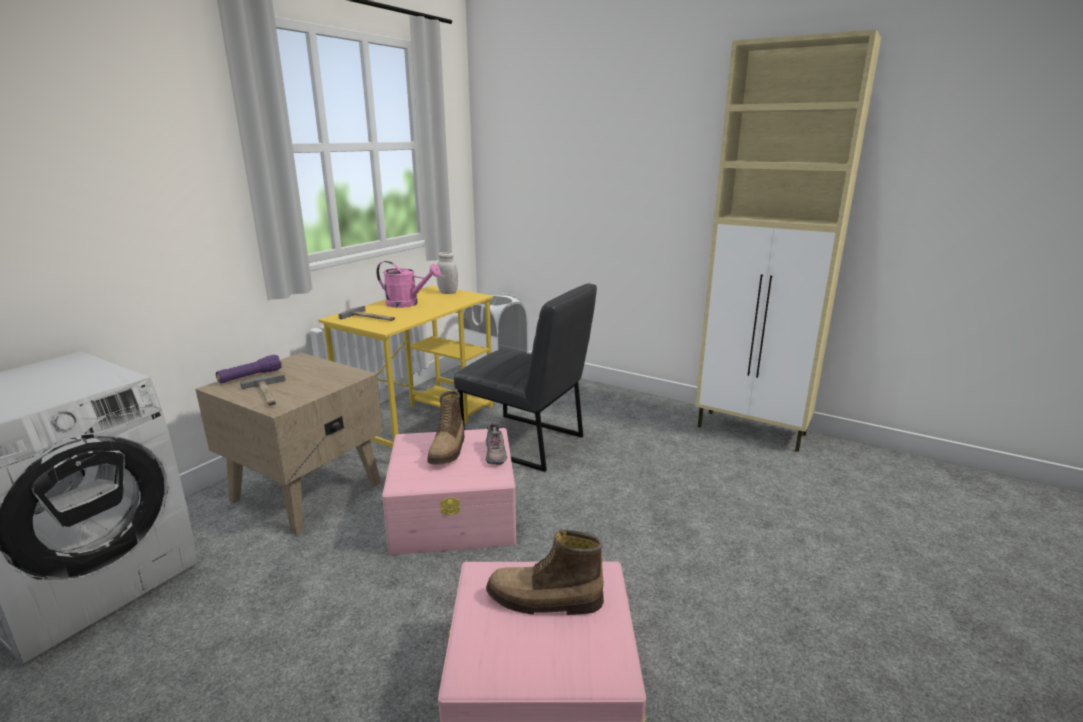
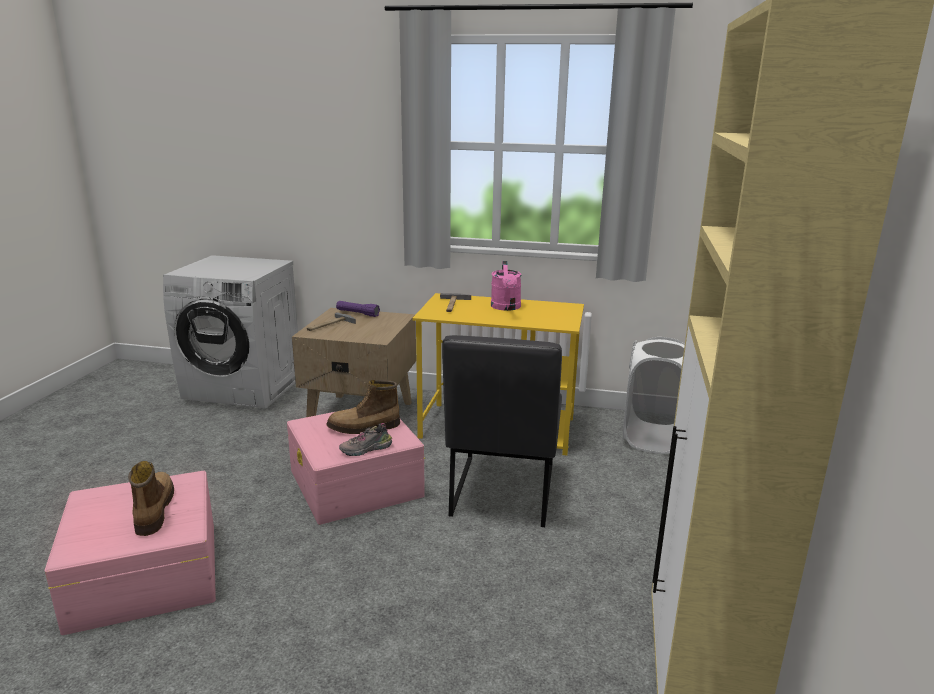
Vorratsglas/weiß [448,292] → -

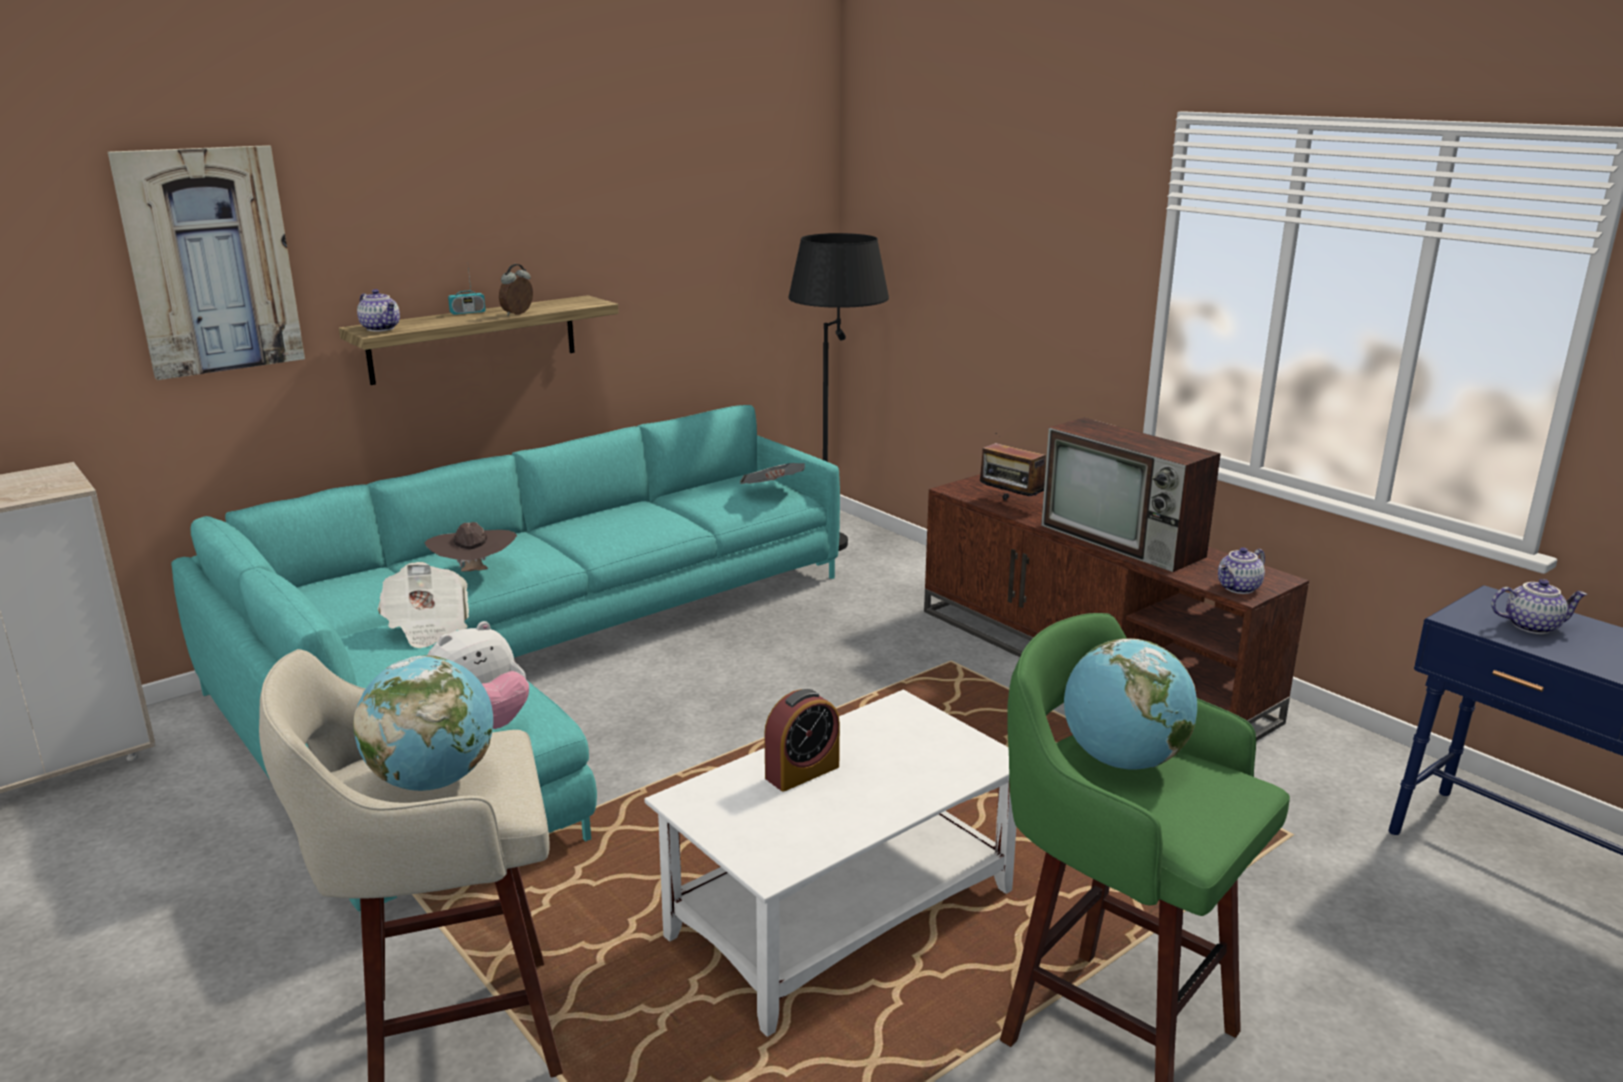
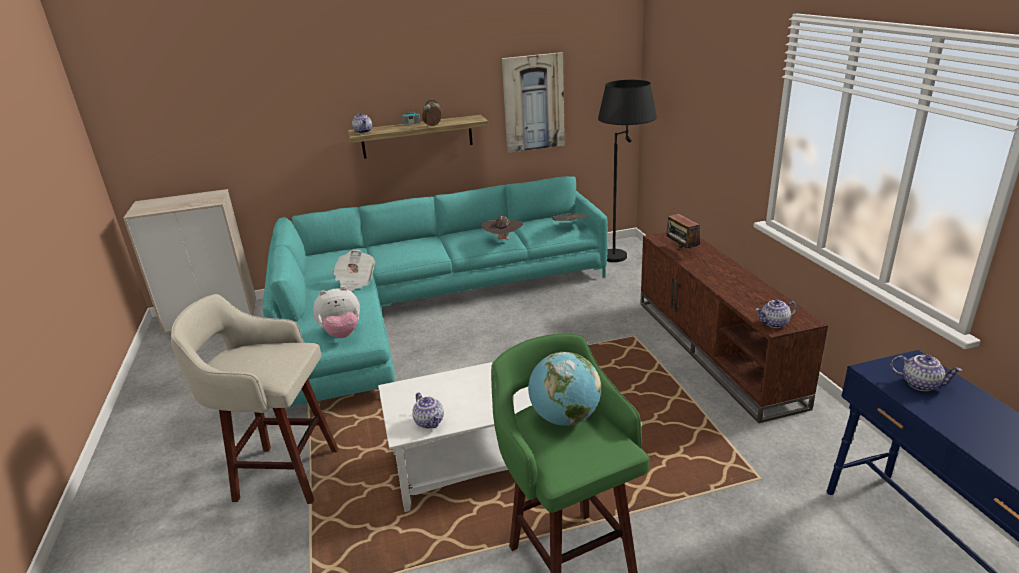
- → Teekanne [430,422]
Hut/braun [474,573] → Hut/braun [503,240], moved
Bild [211,261] → Bild [533,103], moved
Globus [433,780] → -
Wecker [802,772] → -
Fernseher [1124,541] → -

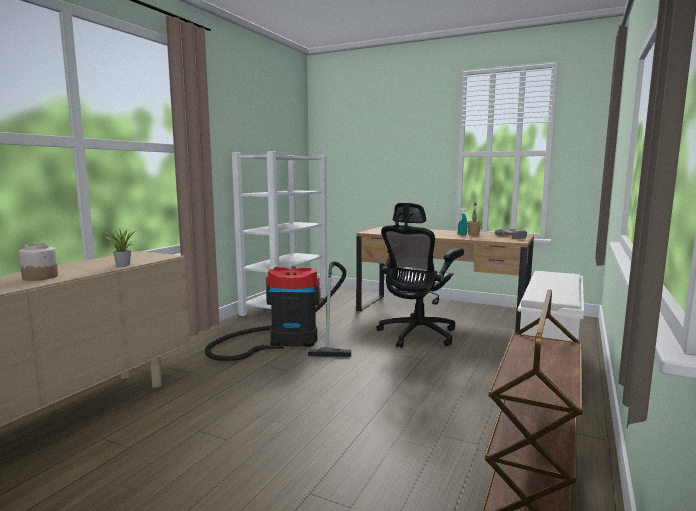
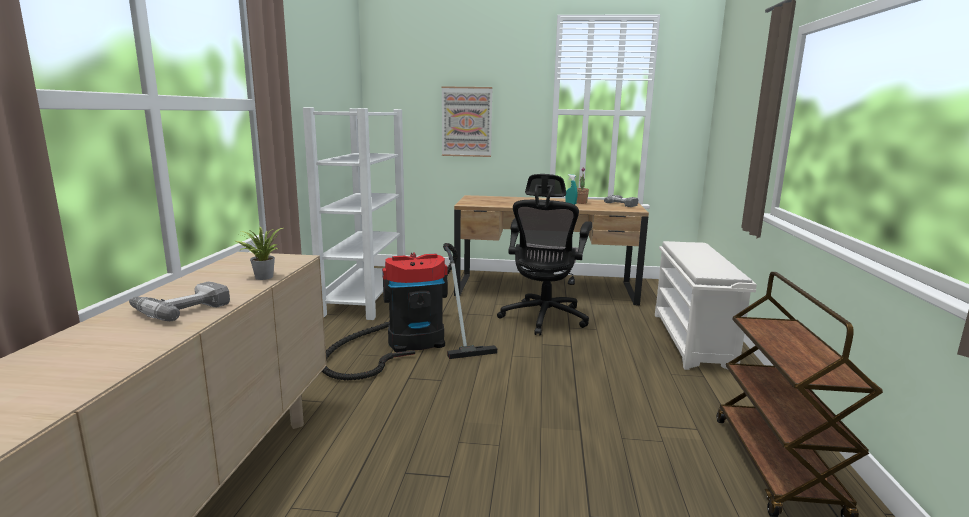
Vorratsglas [40,277] → Bohrmaschine [180,308]
- → Bild [466,122]

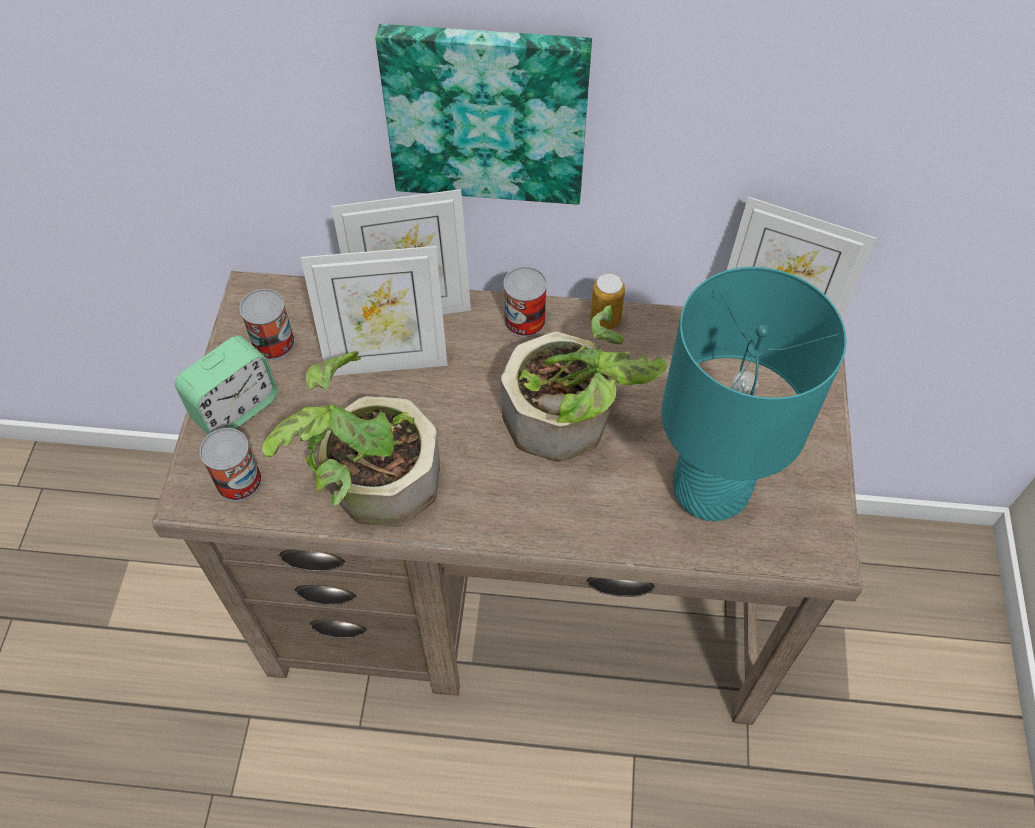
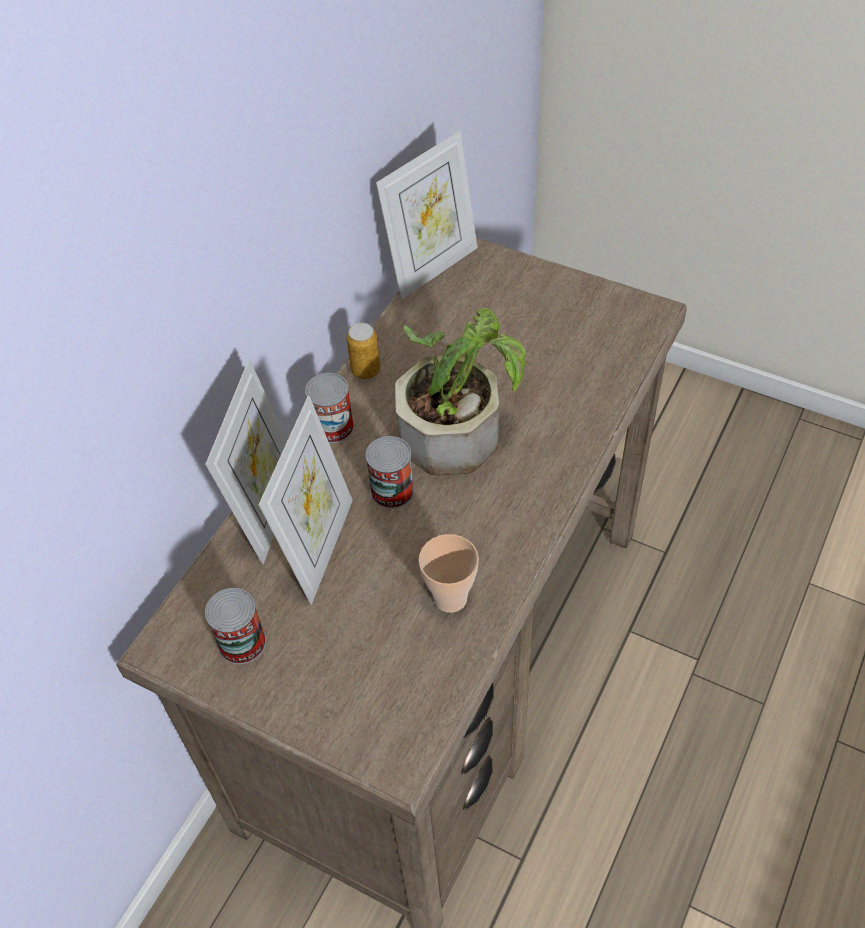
Dose [238,480] → Dose [392,490], moved
Topfpflanze [368,479] → Tasse [450,598]
Wecker [236,409] → -
Bild [487,112] → -
Tischlampe/türkis [710,494] → -

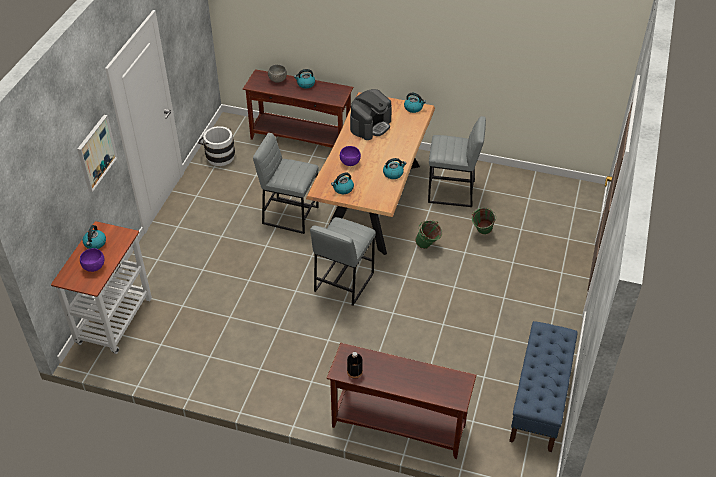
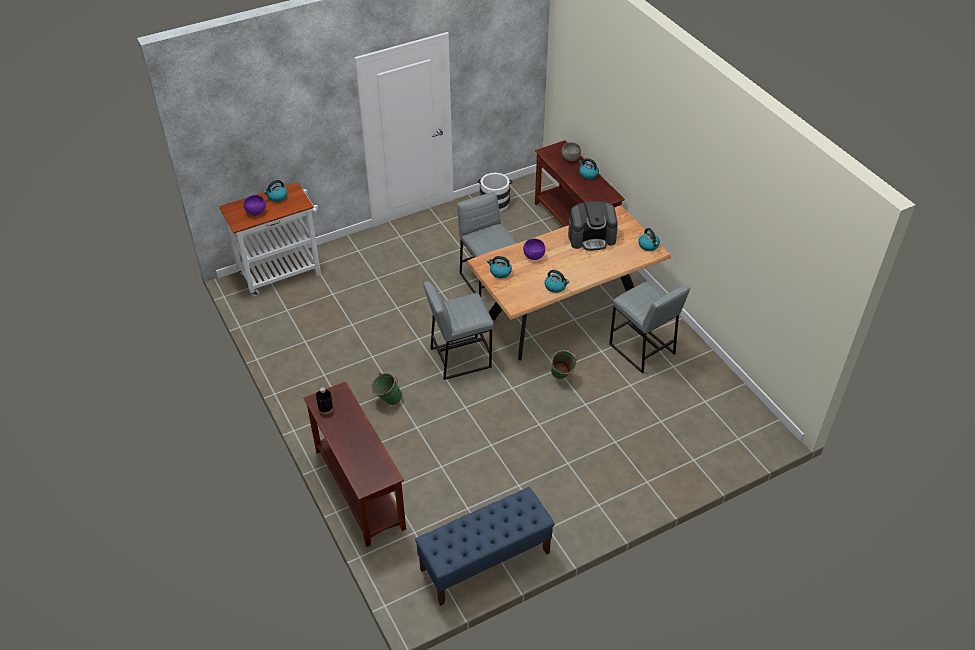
Eimer/grün [481,233] → Eimer/grün [387,401], moved
Bild [96,152] → -

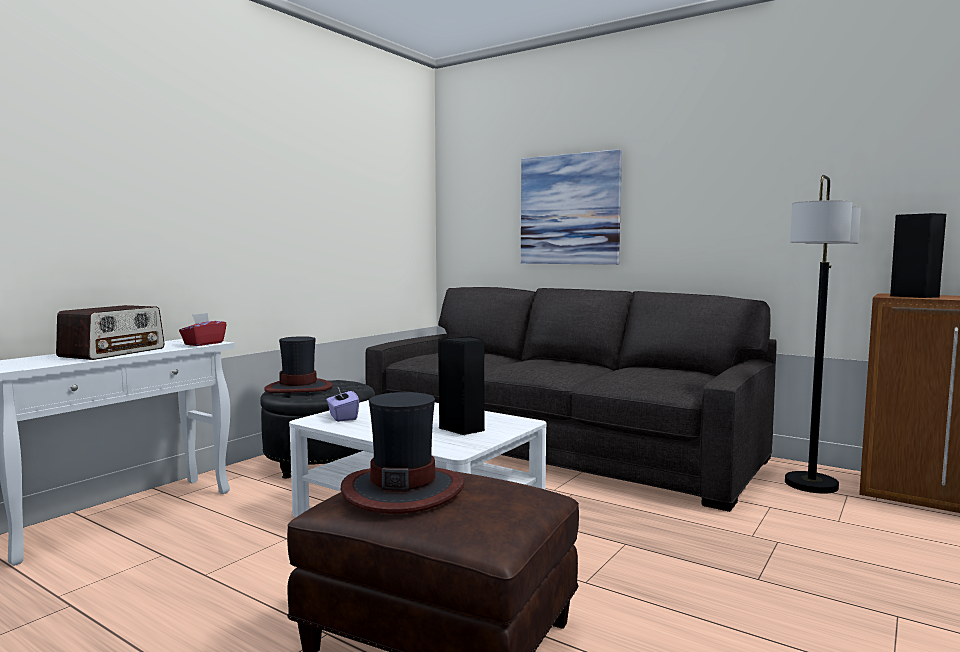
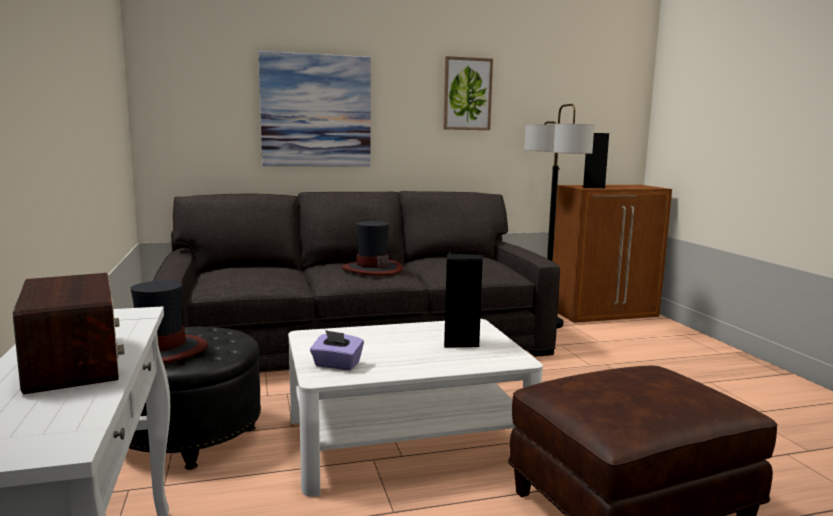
Hut [403,489] → Hut [372,269], moved
- → Bild [467,94]
Taschentuchbox/rot [203,343] → -

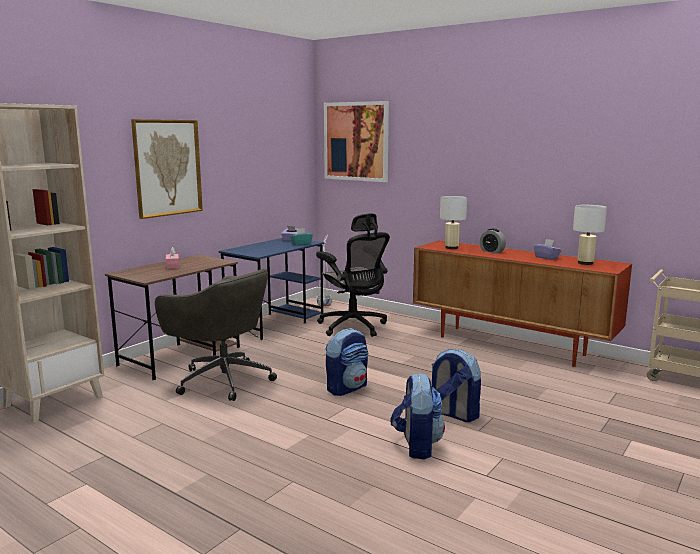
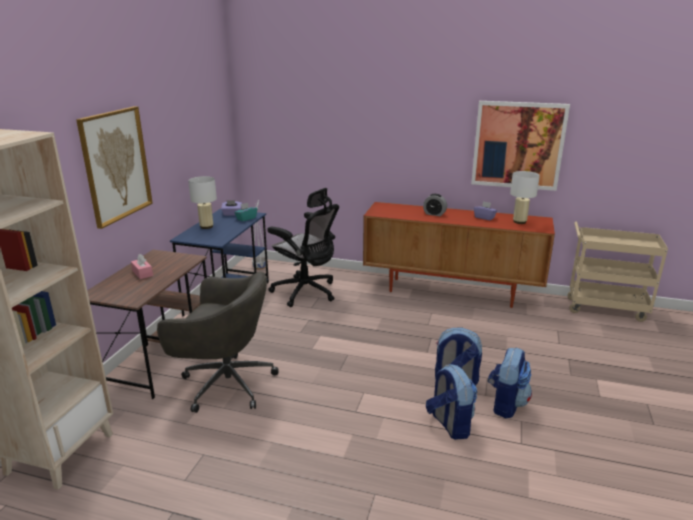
Tischlampe/weiß [452,248] → Tischlampe/weiß [207,226], moved
Bild [356,141] → Bild [518,145], moved
Rucksack [347,388] → Rucksack [506,404], moved

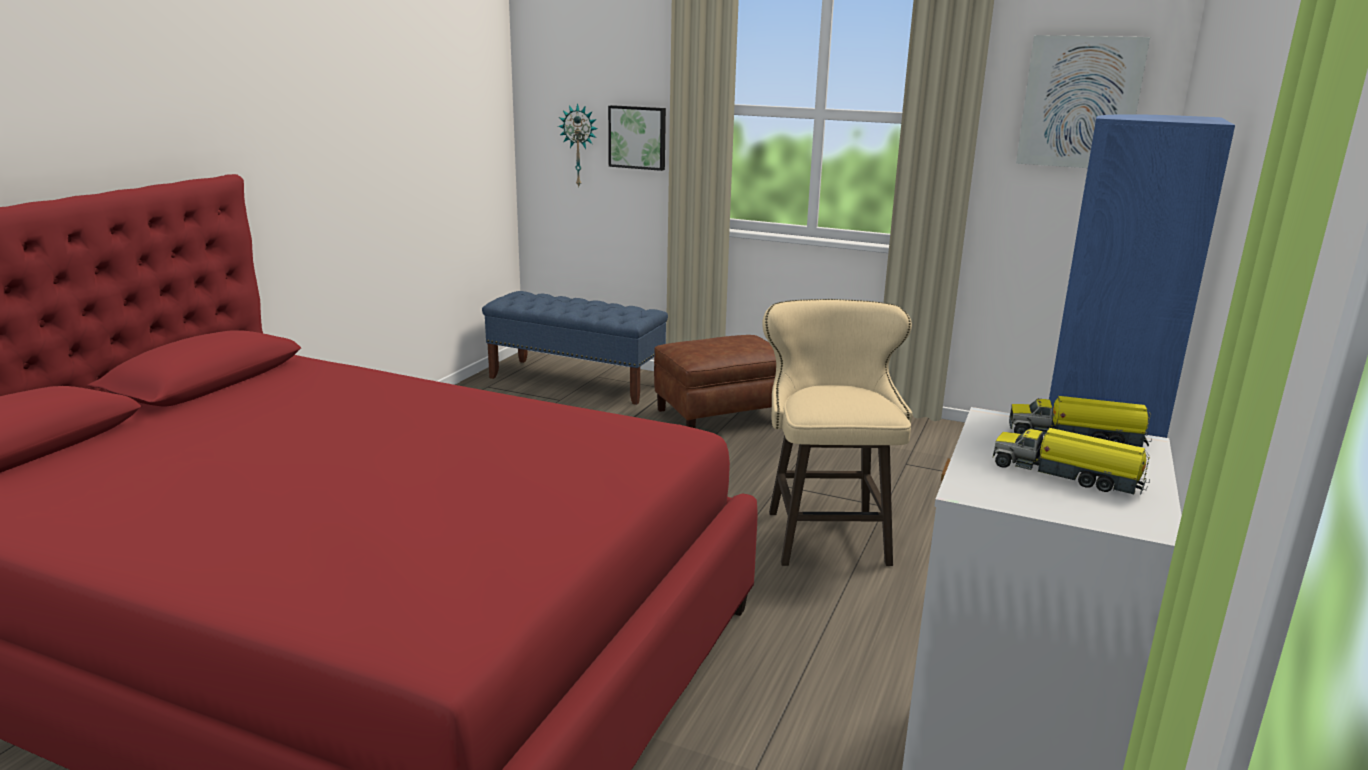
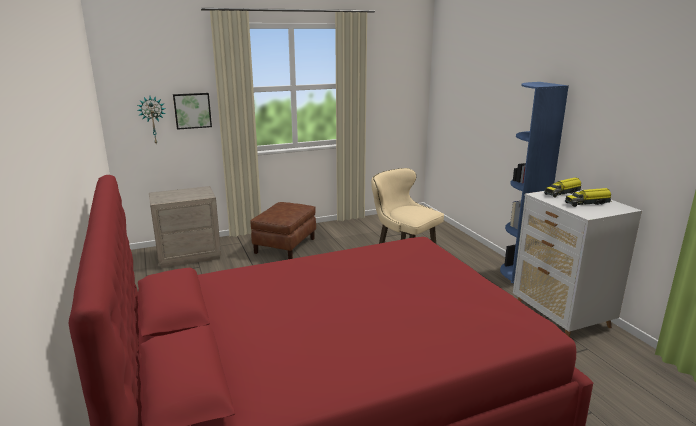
Bank/blau [576,381] → Nachttisch/beige [189,255]
Bild [1080,102] → -

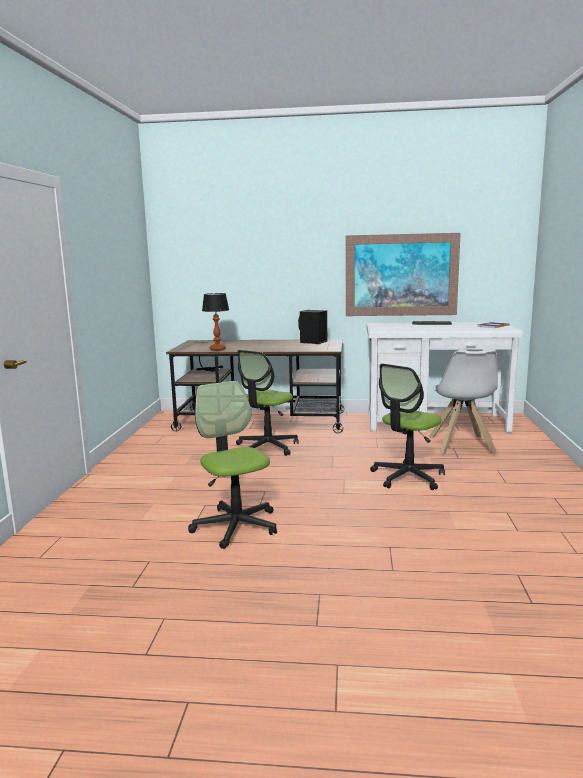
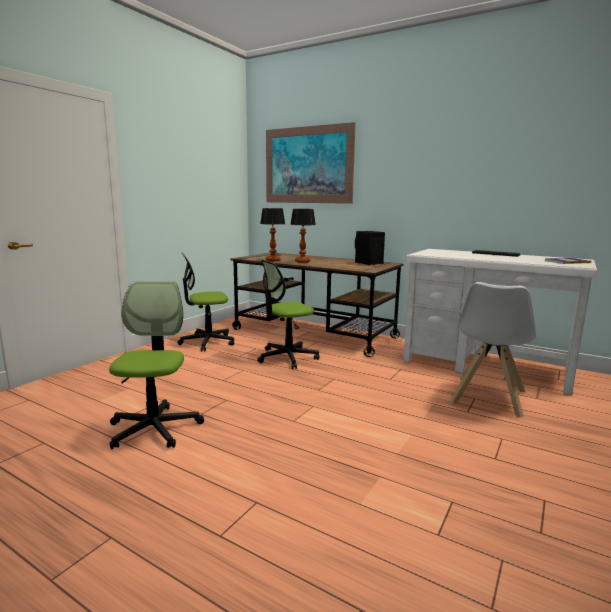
Bürostuhl [407,477] → Bürostuhl [207,342], moved
Bild [401,275] → Bild [308,165], moved
- → Tischlampe [302,262]

